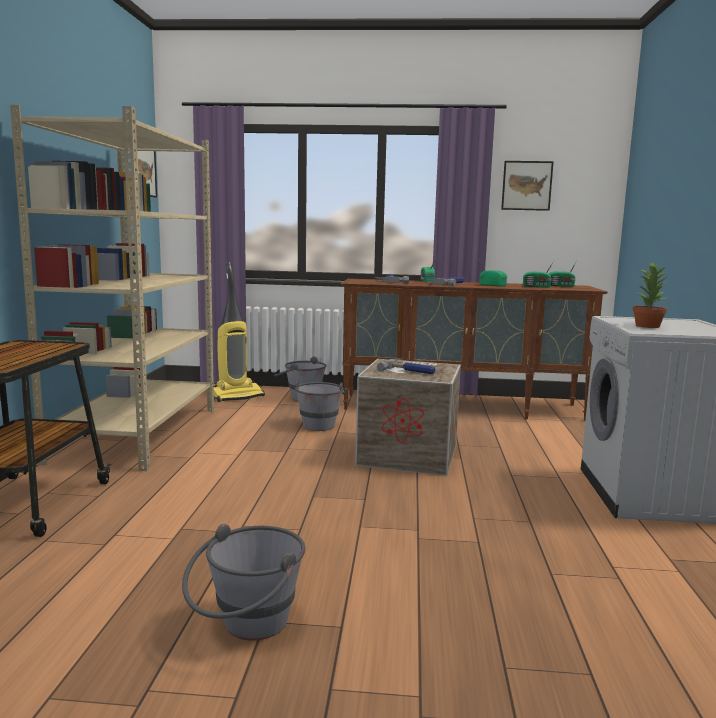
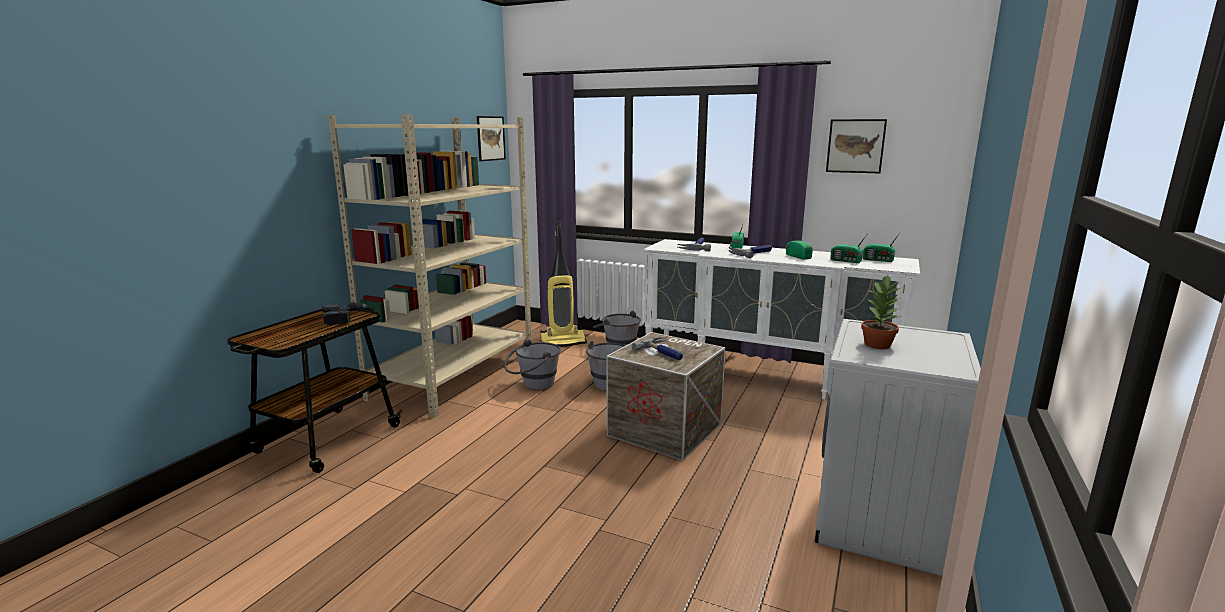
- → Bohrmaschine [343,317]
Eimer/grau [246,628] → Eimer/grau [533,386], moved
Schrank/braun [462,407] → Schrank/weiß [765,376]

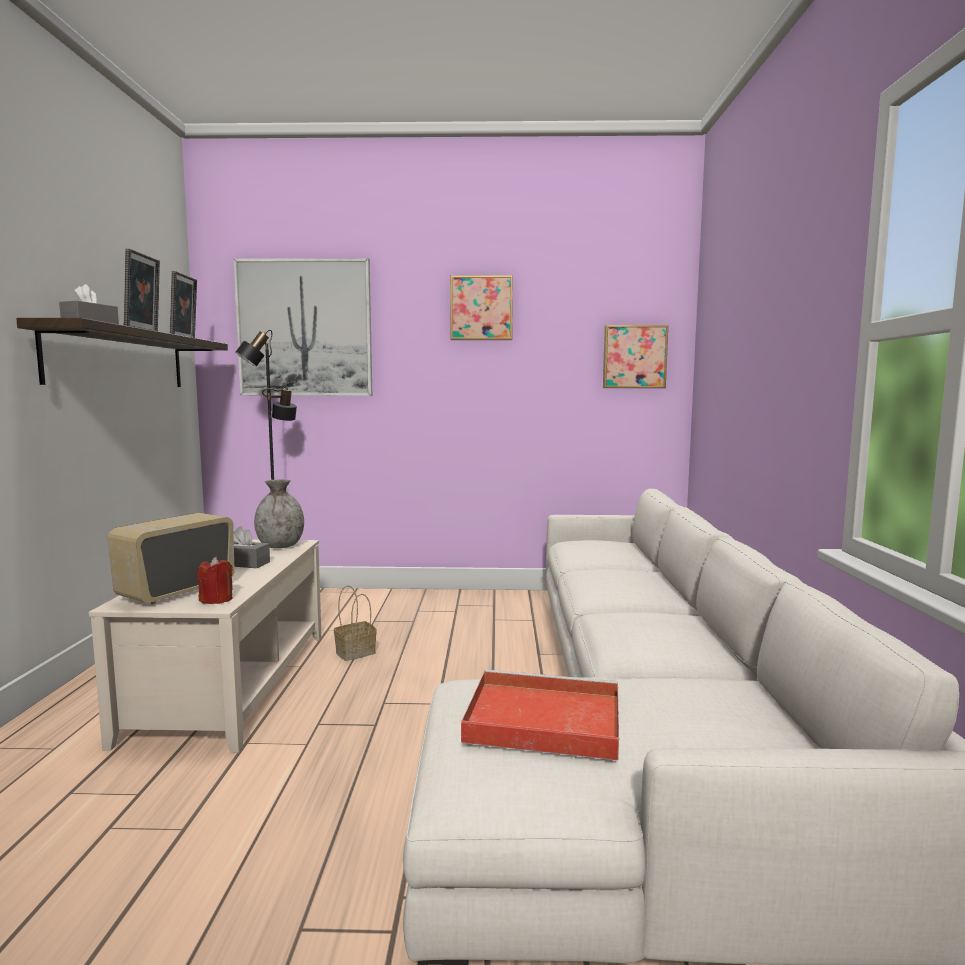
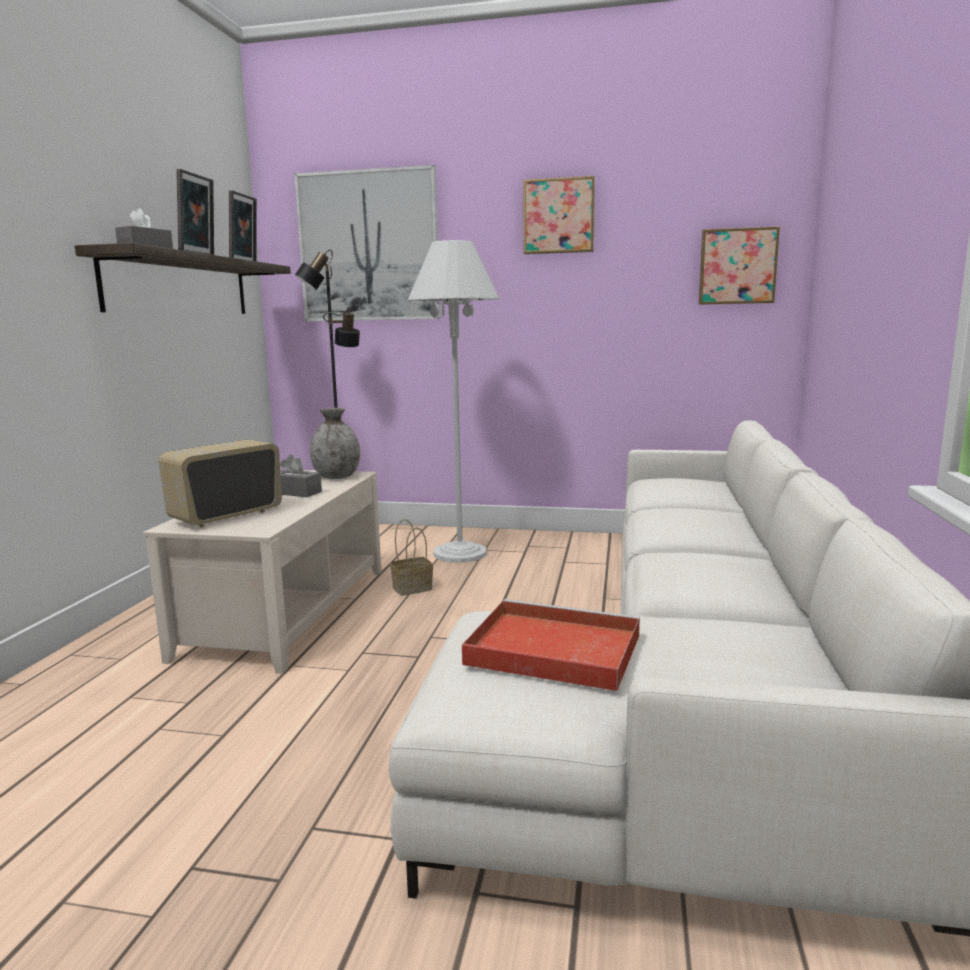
- → Stehlampe/weiß [460,553]
Kerze/rot [216,600] → -

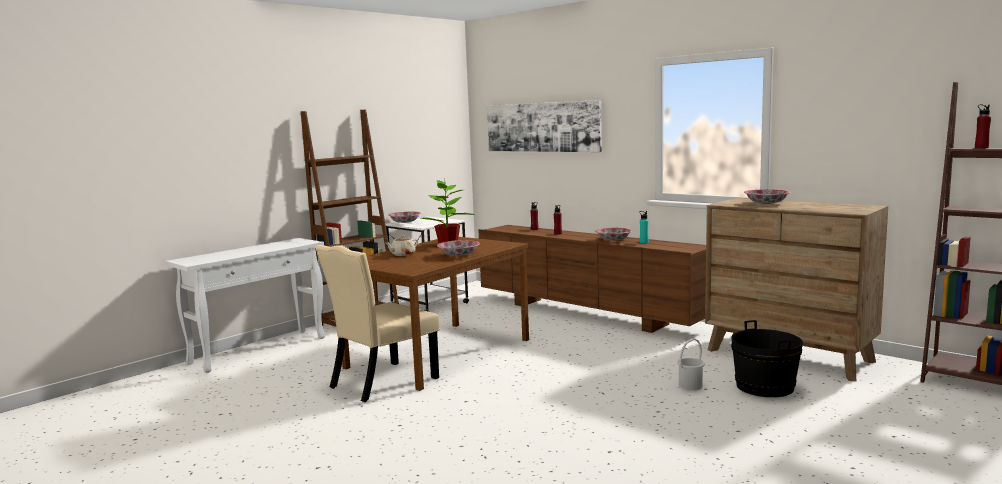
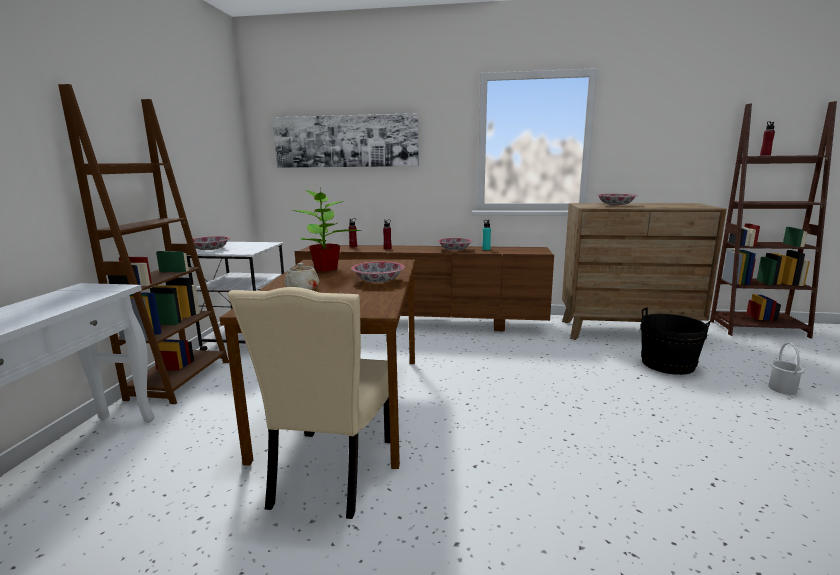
Eimer/weiß [691,385] → Eimer/weiß [782,389], moved

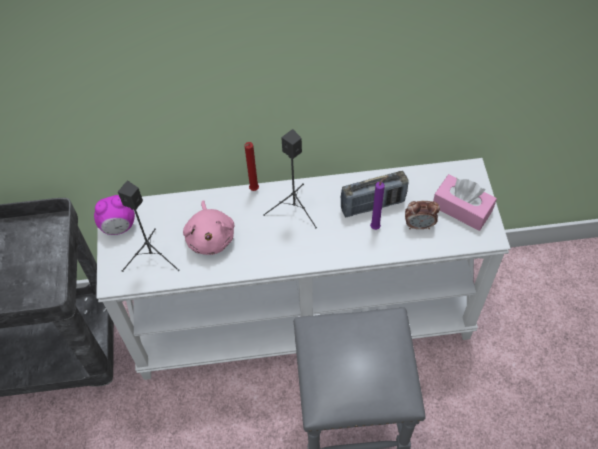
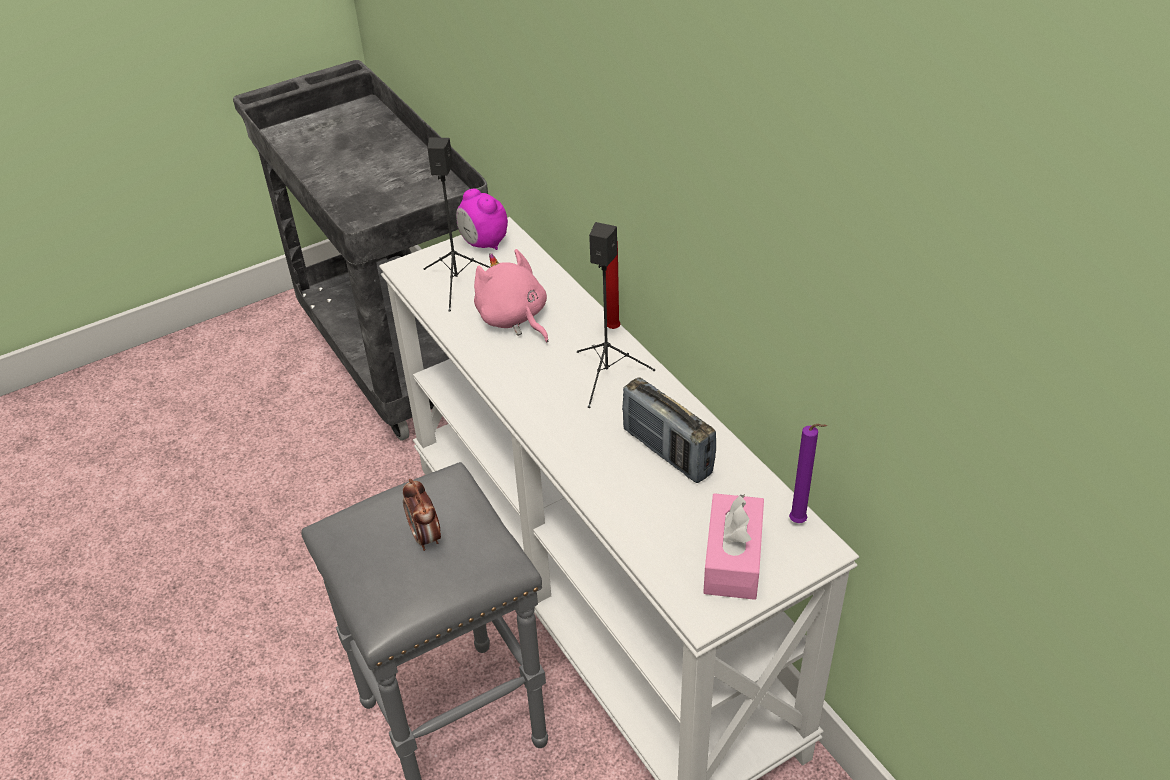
Wecker [419,225] → Wecker [426,537], moved
Plüschtier/rosa [210,237] → Plüschtier/rosa [513,318], 90 degrees clockwise
Kerze/lila [376,227] → Kerze/lila [800,522], moved

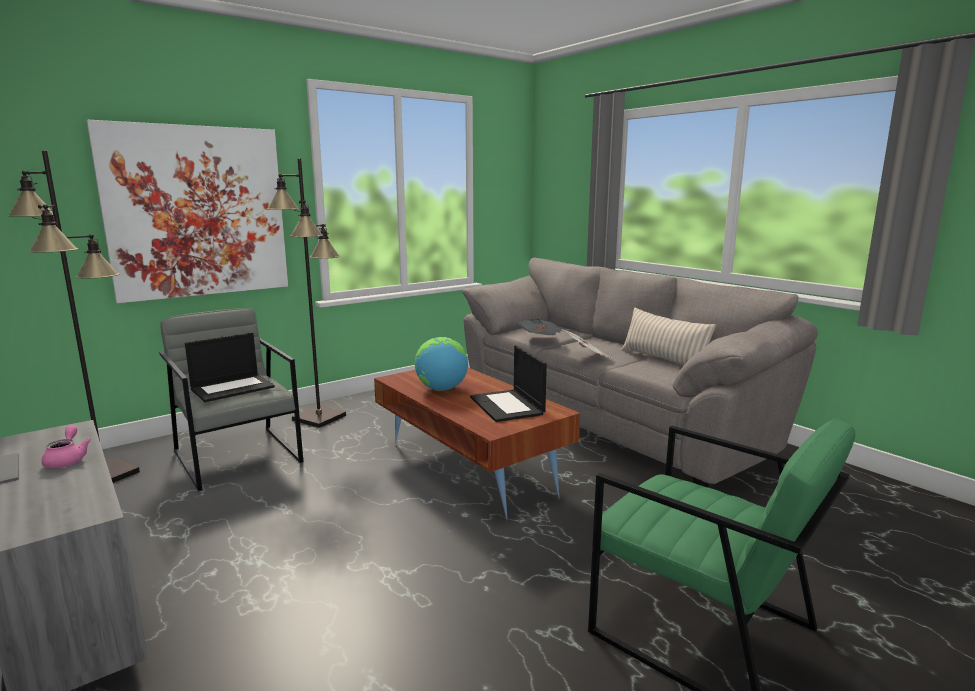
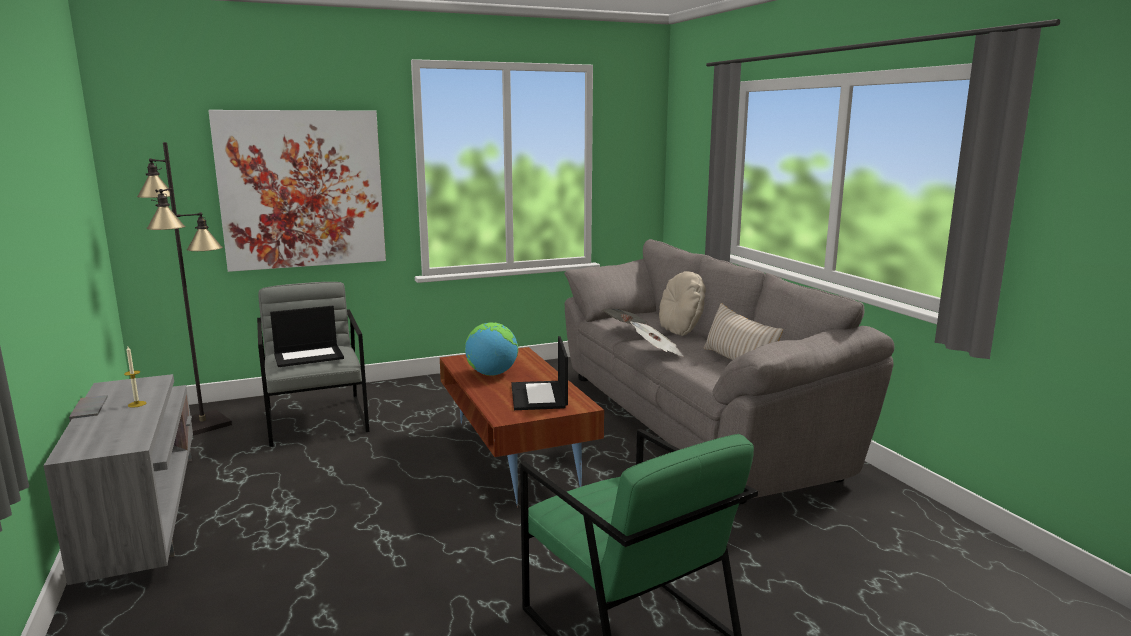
Teekanne/rosa [67,460] → Kerze [137,404]
- → Kissen/beige [680,332]
Stehlampe/schwarz [319,417] → -

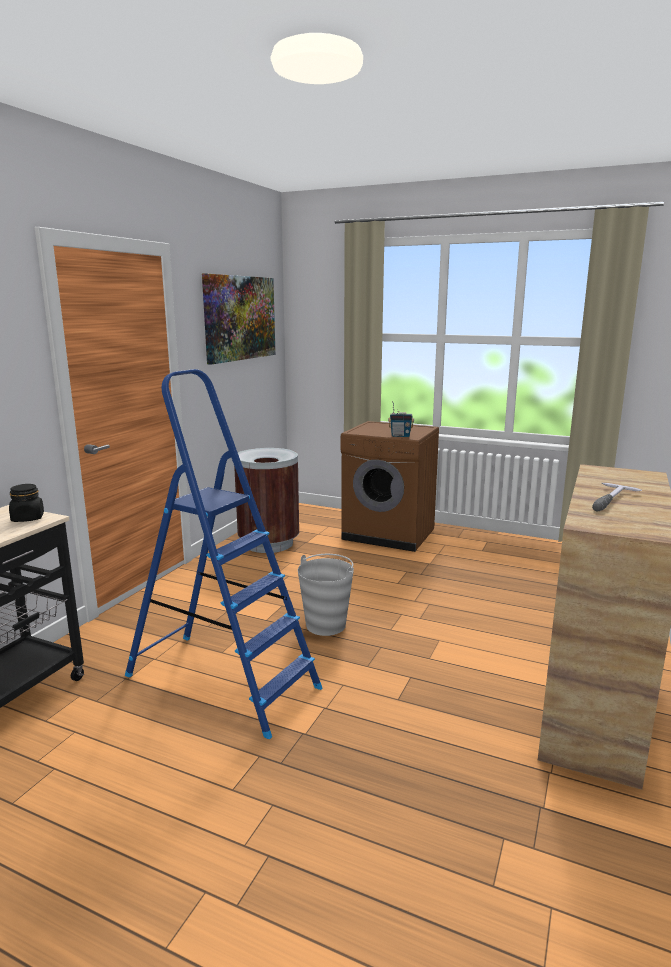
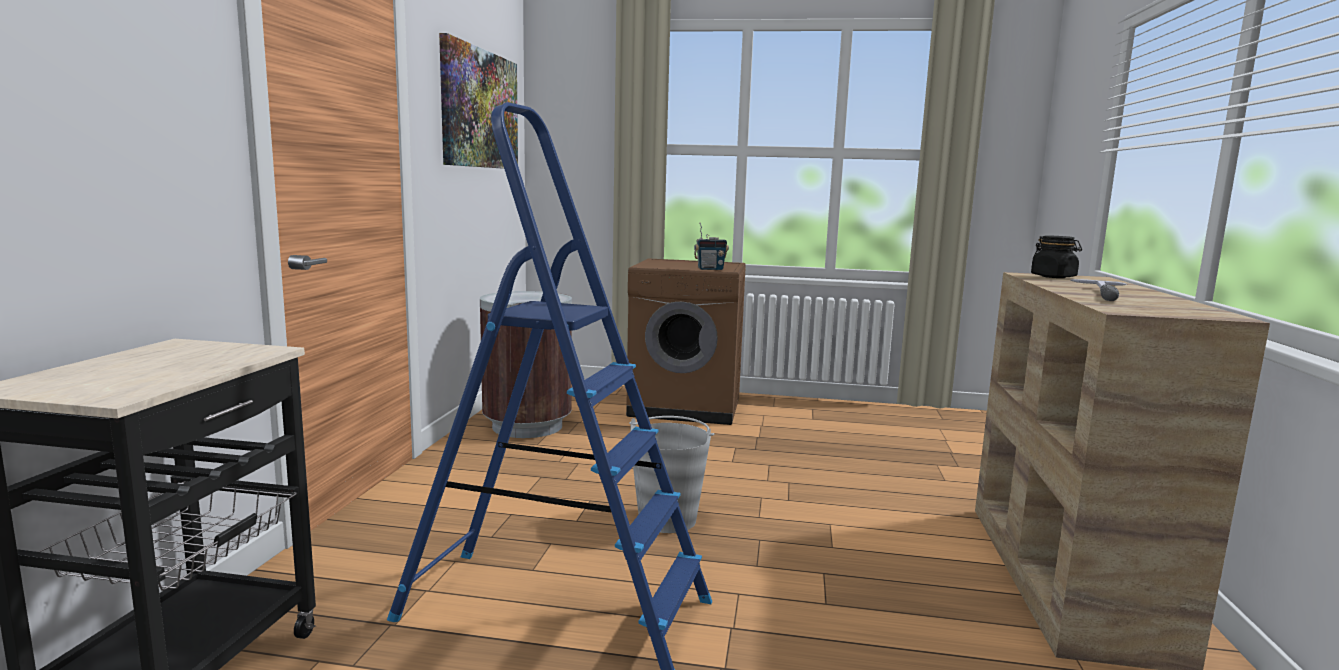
Vorratsglas/schwarz [28,518] → Vorratsglas/schwarz [1053,277], moved

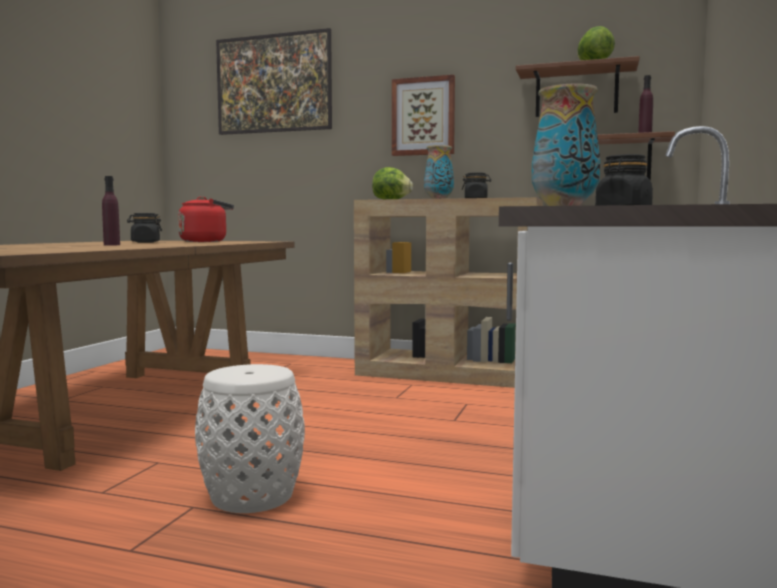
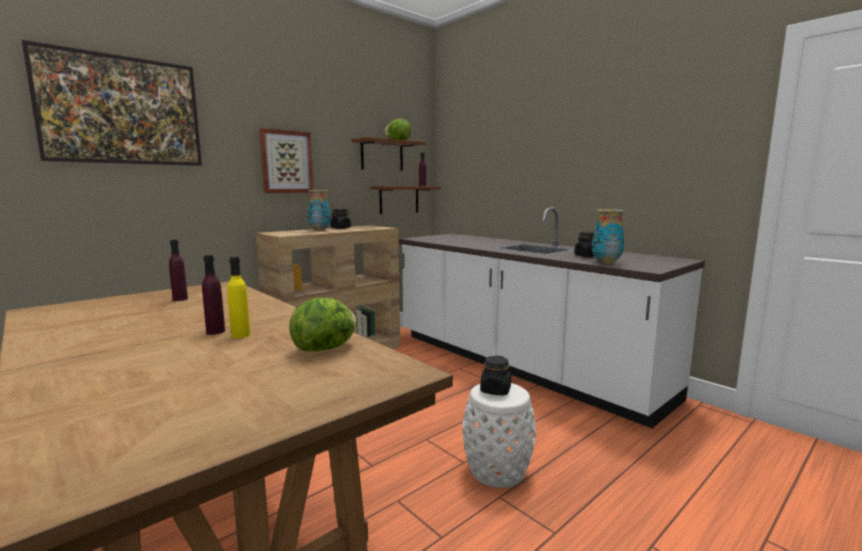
Wasserkessel/rot [206,241] → Flasche/lila [180,299]
- → Flasche/gelb [240,335]
Salatkopf [391,200] → Salatkopf [326,348], moved
Vorratsglas/schwarz [145,242] → Vorratsglas/schwarz [495,390], moved

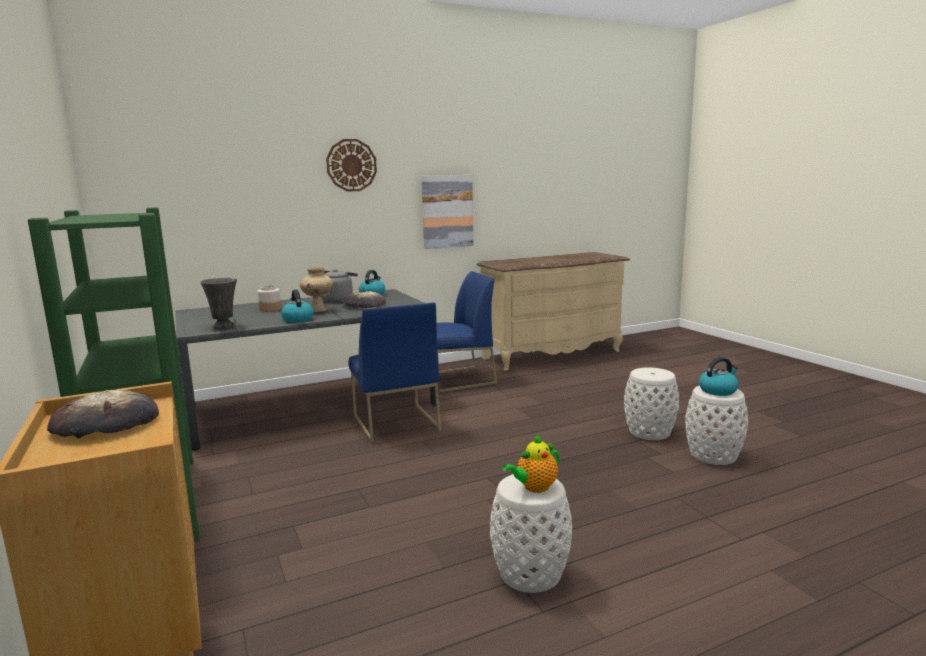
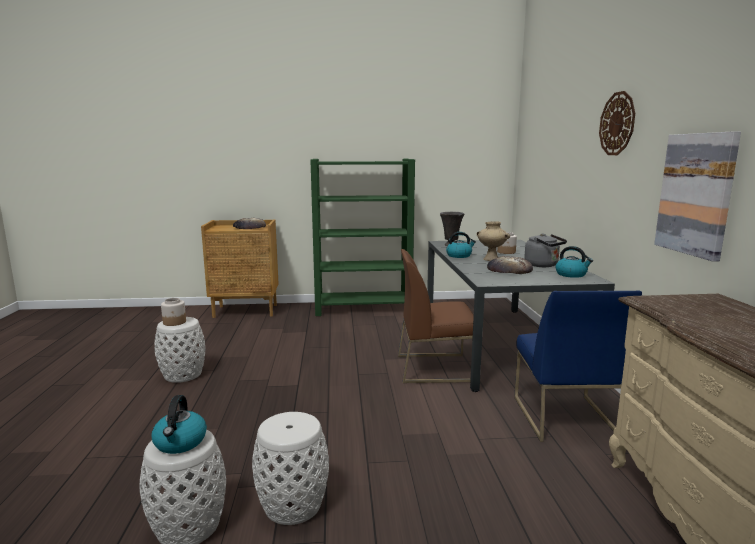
Teekanne [534,487] → Vorratsglas [174,322]
Stuhl/blau [395,423] → Stuhl/braun [435,368]

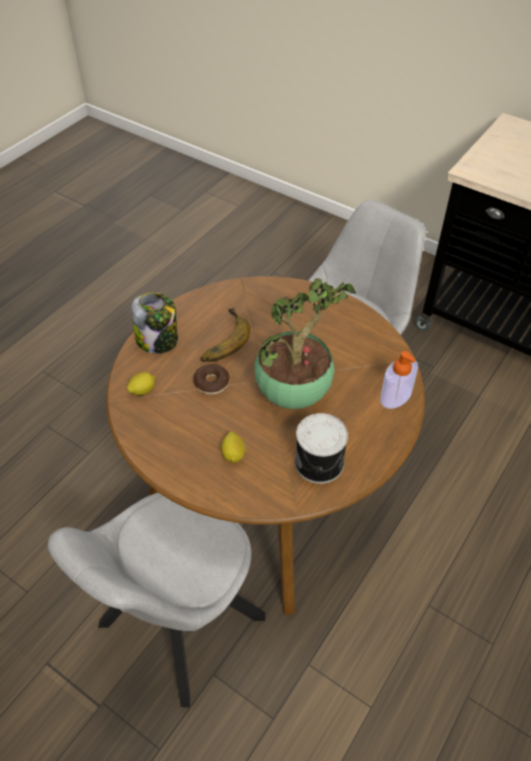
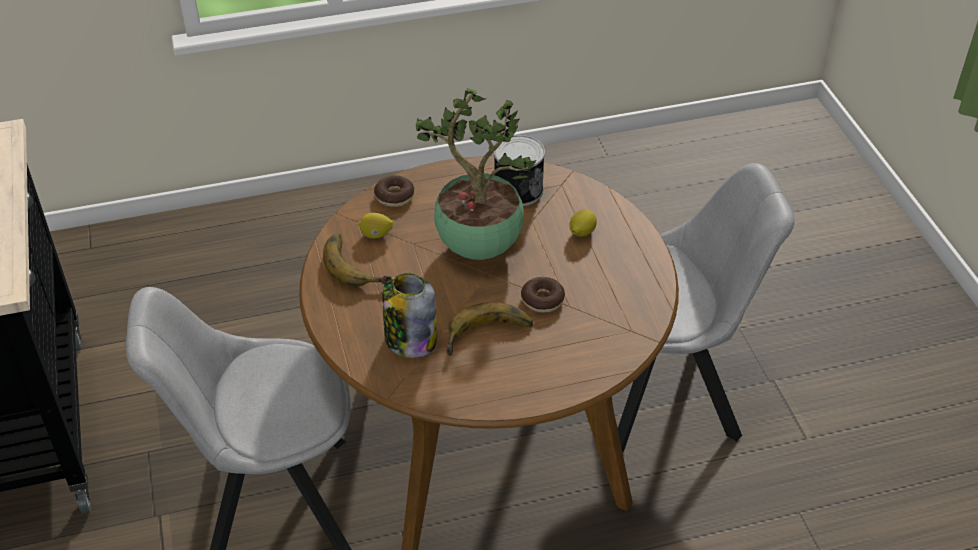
- → Banane [358,263]
Zitrone [142,391] → Zitrone [376,235], moved
Seifenspender [395,396] → Donut [394,196]
Vorratsglas [158,340] → Vorratsglas [410,339], moved

